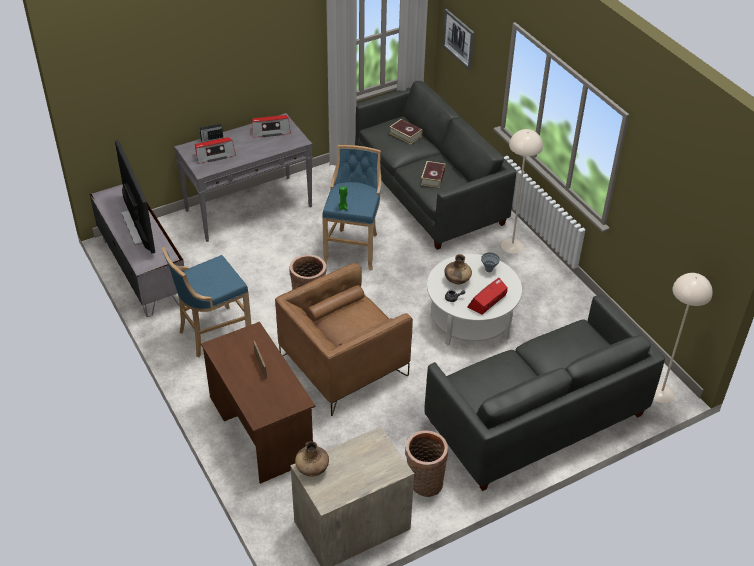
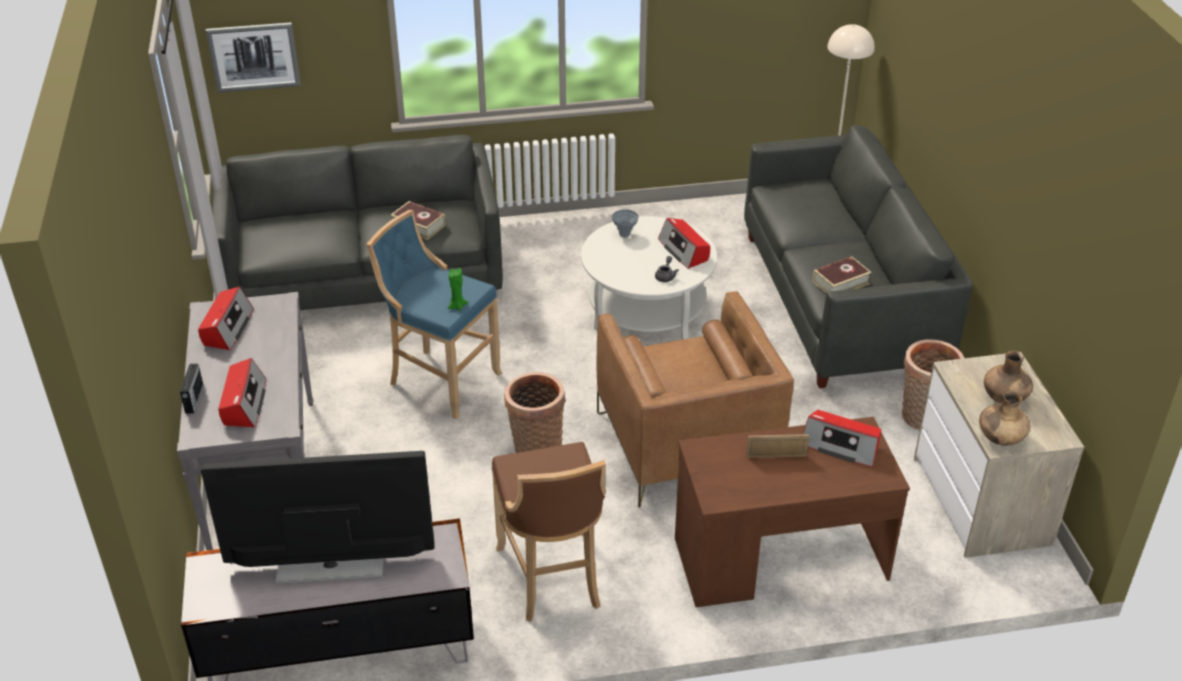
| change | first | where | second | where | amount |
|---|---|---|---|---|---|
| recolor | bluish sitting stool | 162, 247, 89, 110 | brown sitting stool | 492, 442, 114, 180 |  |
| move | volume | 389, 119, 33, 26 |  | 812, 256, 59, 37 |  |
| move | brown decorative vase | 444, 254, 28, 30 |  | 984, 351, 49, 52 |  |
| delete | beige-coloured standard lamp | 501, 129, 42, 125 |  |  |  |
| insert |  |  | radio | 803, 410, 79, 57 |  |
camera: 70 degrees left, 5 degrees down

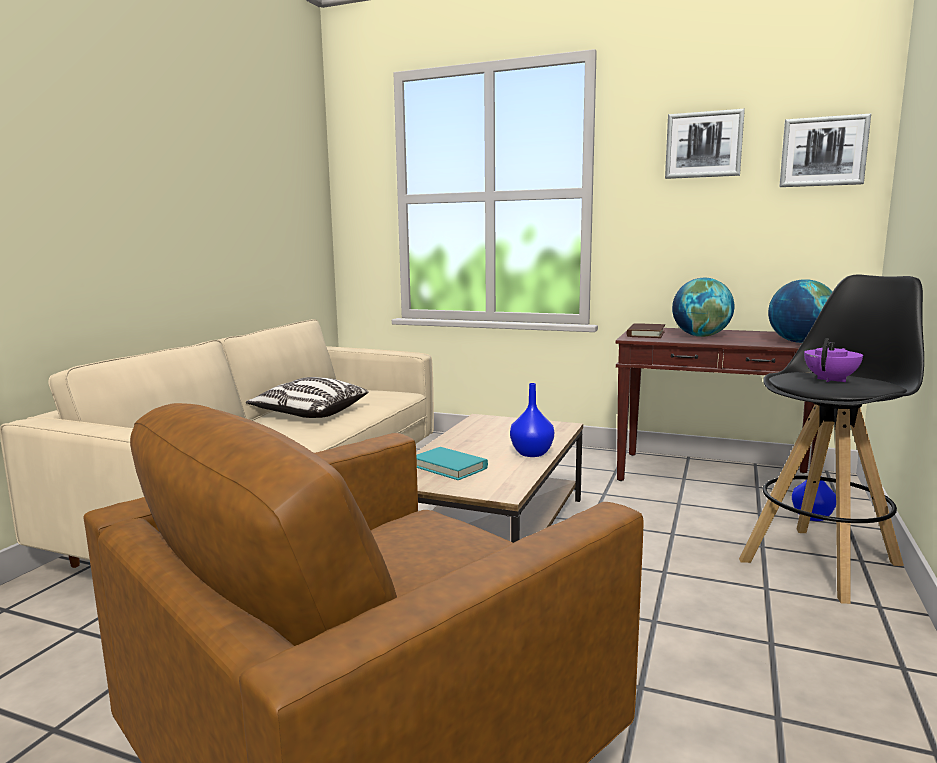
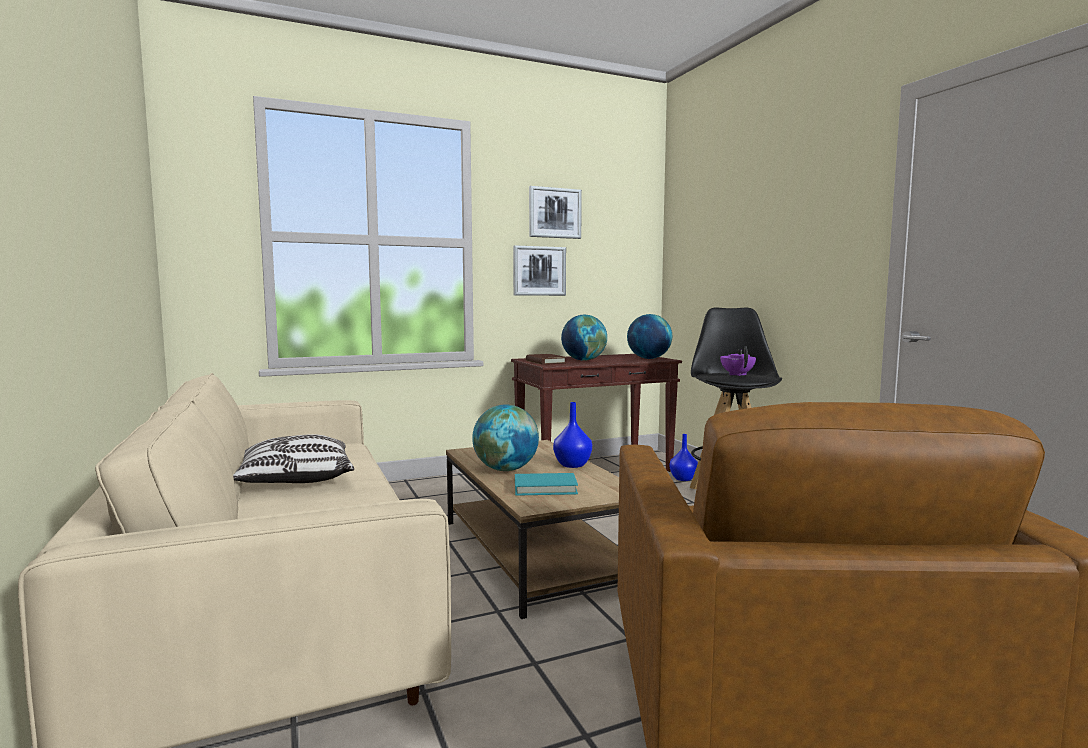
| change | first | where | second | where | amount |
|---|---|---|---|---|---|
| move | wall art | 779, 113, 92, 74 |  | 513, 245, 53, 51 |  |
| insert |  |  | world globe | 472, 404, 67, 67 |  |
camera: 45 degrees left, 5 degrees down

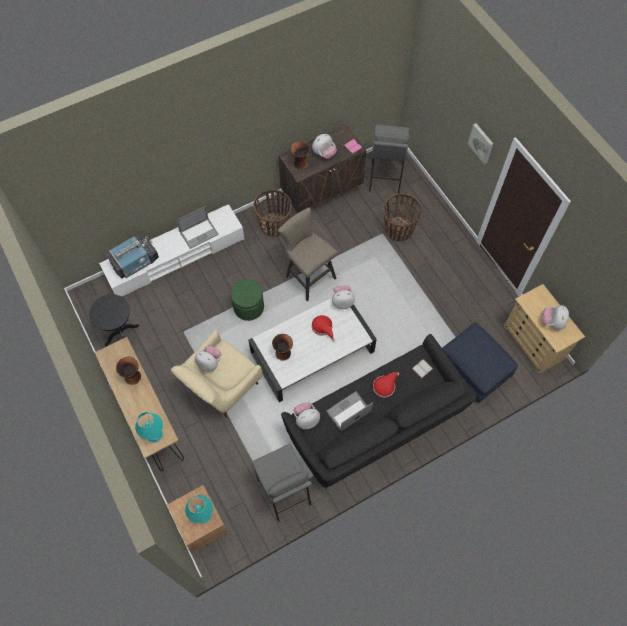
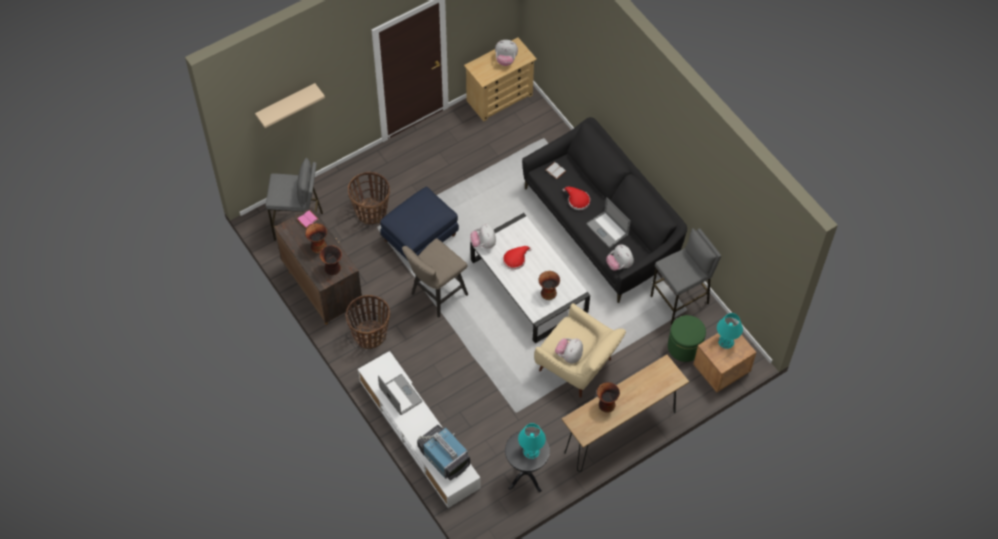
| change | first | where | second | where | amount |
|---|---|---|---|---|---|
| move | blue-green table lamp | 135, 412, 28, 31 |  | 518, 423, 28, 36 |  |
| move | green-coloured pouffe | 230, 279, 34, 42 |  | 668, 315, 38, 47 |  |
| replace | plush toy | 312, 134, 25, 25 | decorative vase | 305, 223, 22, 31 |  |
| move | bluish pouffe | 442, 323, 76, 80 |  | 380, 187, 79, 74 |  |
| delete | wall art | 468, 123, 25, 41 |  |  |  |
| insert |  |  | beige-coloured bracket shelf | 255, 83, 70, 45 |  |
camera: 95 degrees left, 5 degrees down

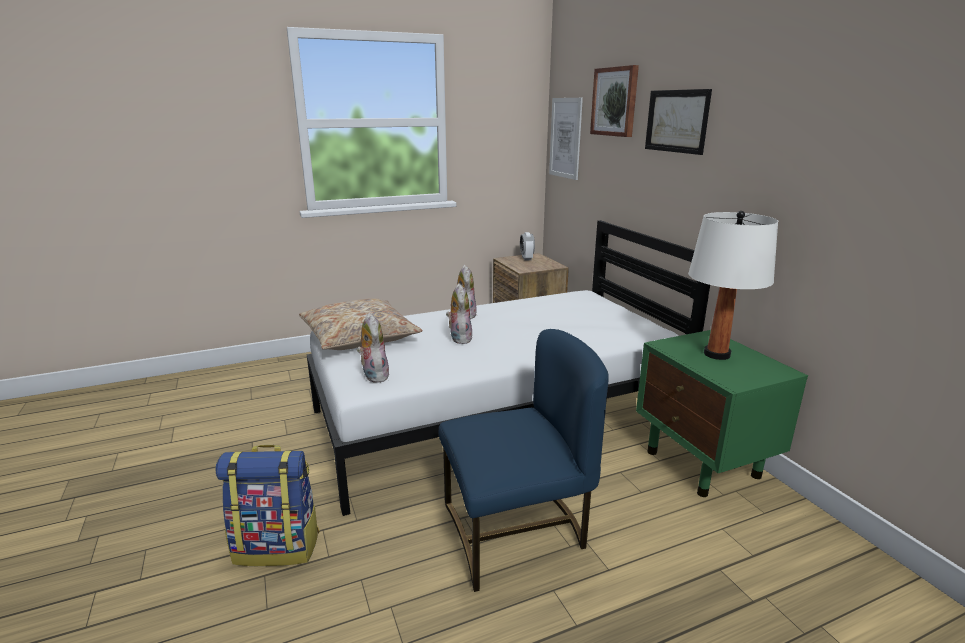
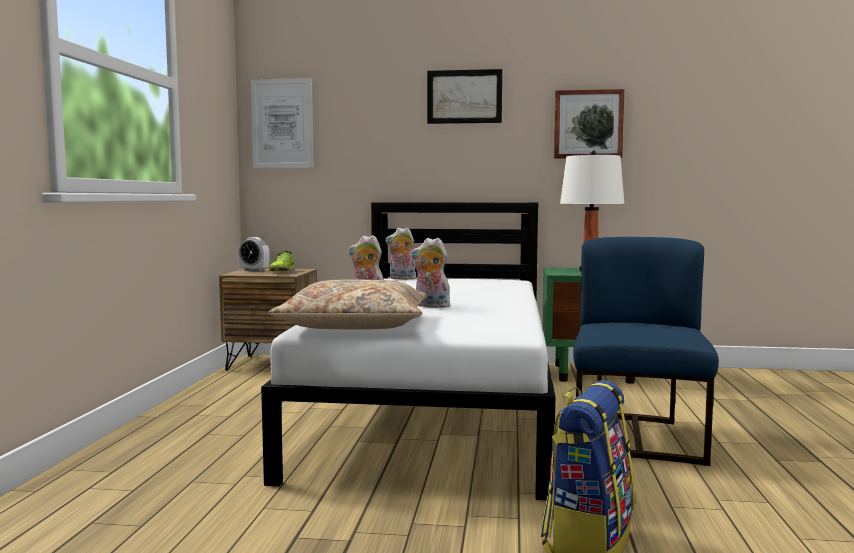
| change | first | where | second | where | amount |
|---|---|---|---|---|---|
| move | plush toy | 357, 313, 32, 69 |  | 385, 228, 31, 51 |  |
| move | wall art | 590, 65, 49, 72 |  | 554, 89, 70, 70 |  |
| insert |  |  | item of footwear | 269, 251, 26, 20 |  |
camera: 60 degrees left, 15 degrees down

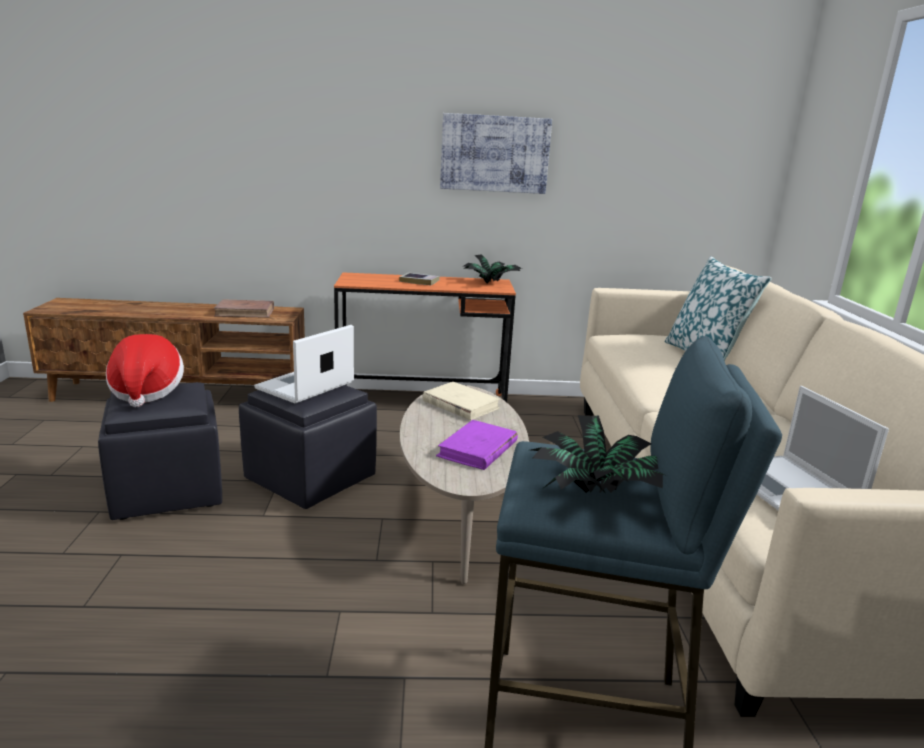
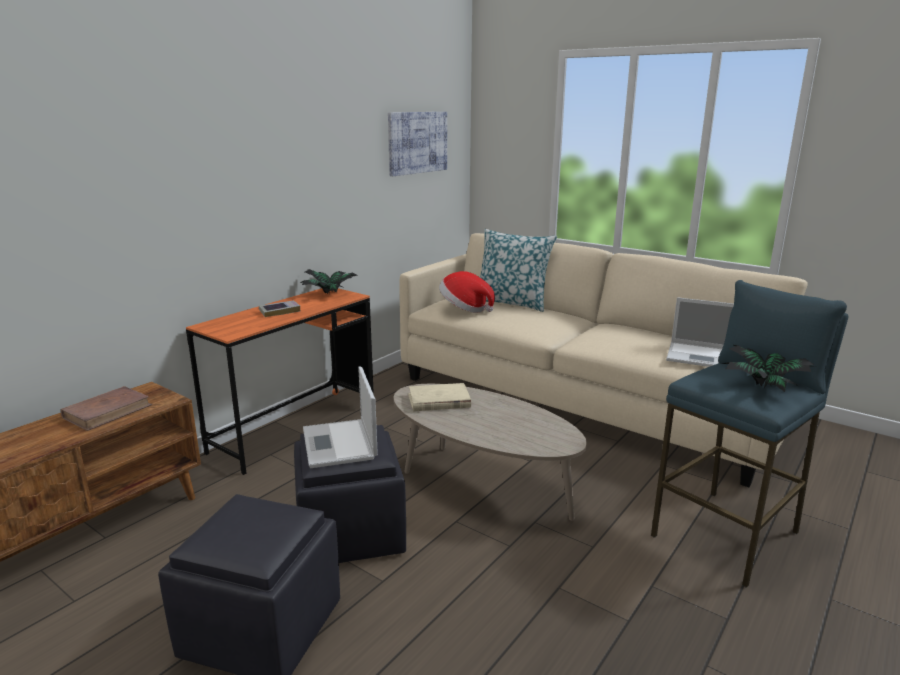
| change | first | where | second | where | amount |
|---|---|---|---|---|---|
| move | hat | 106, 334, 78, 73 |  | 439, 271, 56, 42 |  |
| delete | purplish volume | 436, 420, 82, 50 |  |  |  |
| move | wall art | 440, 113, 112, 81 |  | 388, 112, 59, 64 |  |
camera: 50 degrees left, 0 degrees up

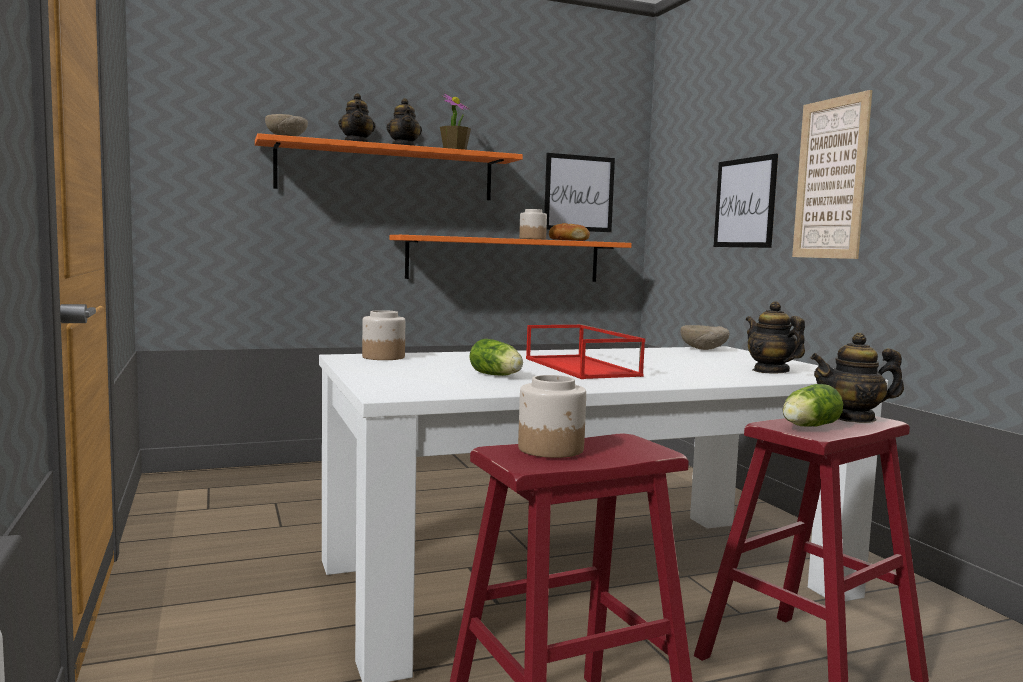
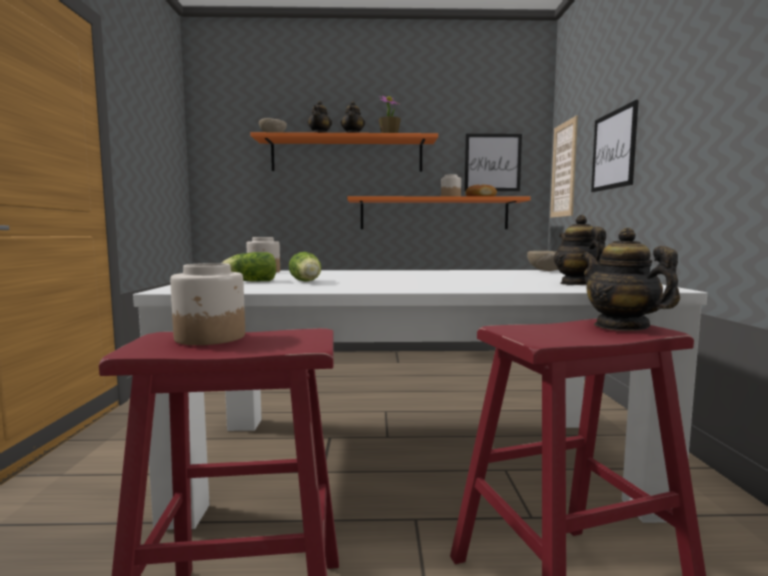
| change | first | where | second | where | amount |
|---|---|---|---|---|---|
| delete | red tray | 526, 325, 119, 54 |  |  |  |
| move | lettuce | 783, 384, 60, 43 |  | 222, 252, 54, 29 |  |
| move | wall art | 792, 90, 80, 169 |  | 550, 116, 28, 102 |  |
| rotate | teapot | 811, 333, 93, 90 |  | 581, 228, 99, 103 | 45 degrees clockwise |
camera: 20 degrees right, 0 degrees up

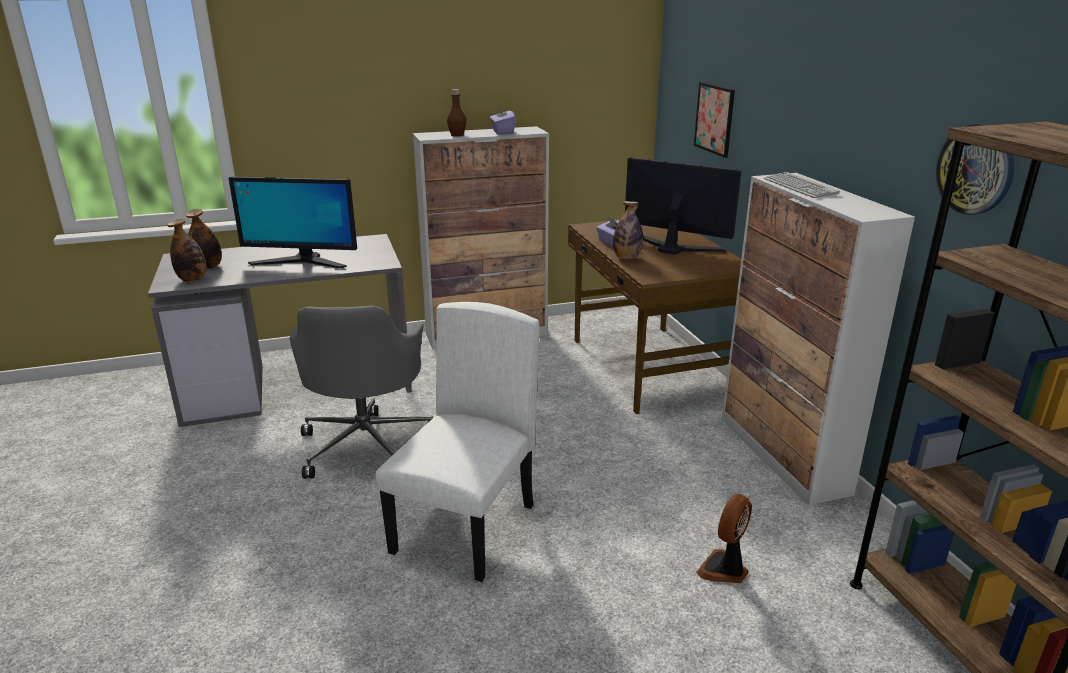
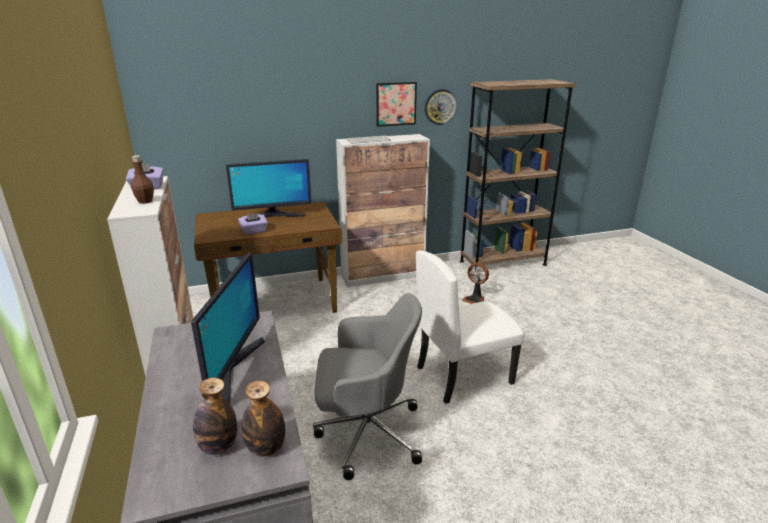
| change | first | where | second | where | amount |
|---|---|---|---|---|---|
| rotate | white upright chair | 375, 302, 164, 280 |  | 416, 250, 108, 154 | 45 degrees counterclockwise |
| delete | drink bottle | 613, 201, 30, 58 |  |  |  |
| rotate | computer screen | 625, 158, 116, 96 |  | 226, 159, 86, 59 | 135 degrees counterclockwise |
| move | wall art | 694, 82, 41, 76 |  | 376, 82, 41, 45 |  |
camera: 90 degrees left, 0 degrees up

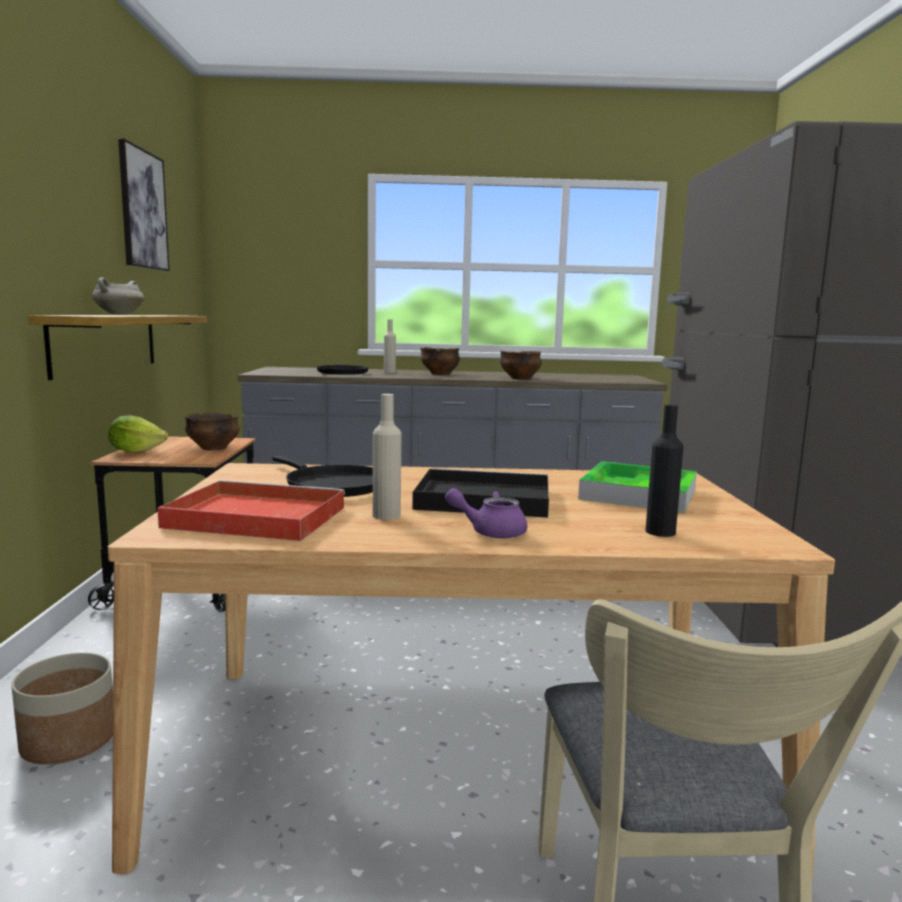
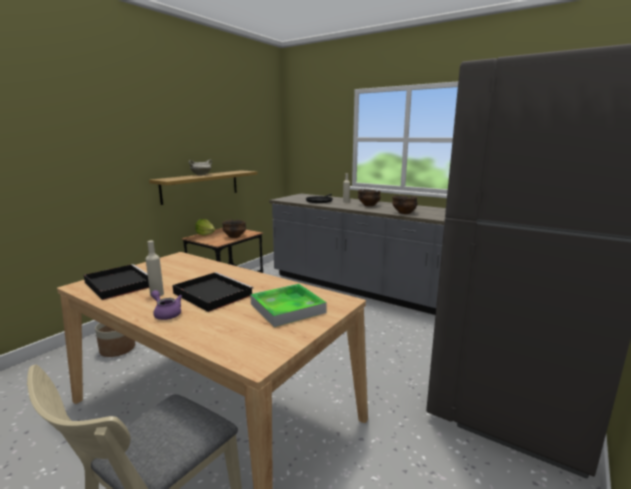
| change | first | where | second | where | amount |
|---|---|---|---|---|---|
| delete | wall art | 118, 138, 51, 133 |  |  |  |
| recolor | red tray | 157, 480, 188, 61 | black tray | 84, 264, 65, 36 |  |
| delete | black skillet | 272, 456, 101, 41 |  |  |  |
| delete | black drink bottle | 645, 404, 39, 133 |  |  |  |
camera: 35 degrees right, 5 degrees up

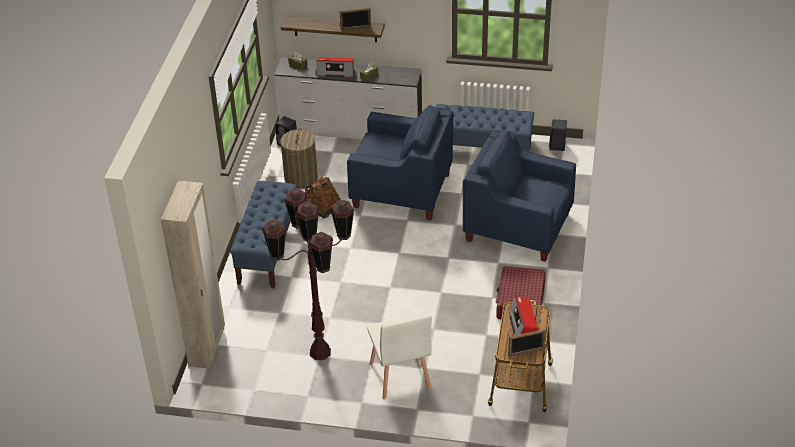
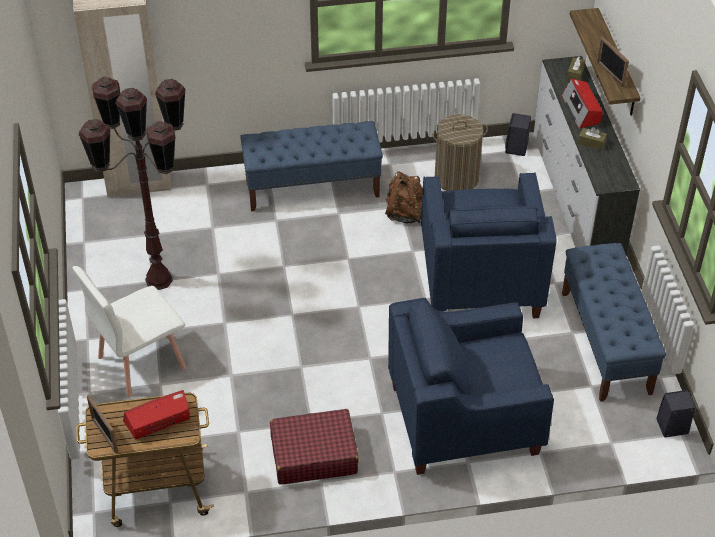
| change | first | where | second | where | amount |
|---|---|---|---|---|---|
| rotate | bluish easy chair | 463, 130, 113, 132 |  | 388, 298, 166, 177 | 105 degrees counterclockwise |
camera: 70 degrees right, 5 degrees up

